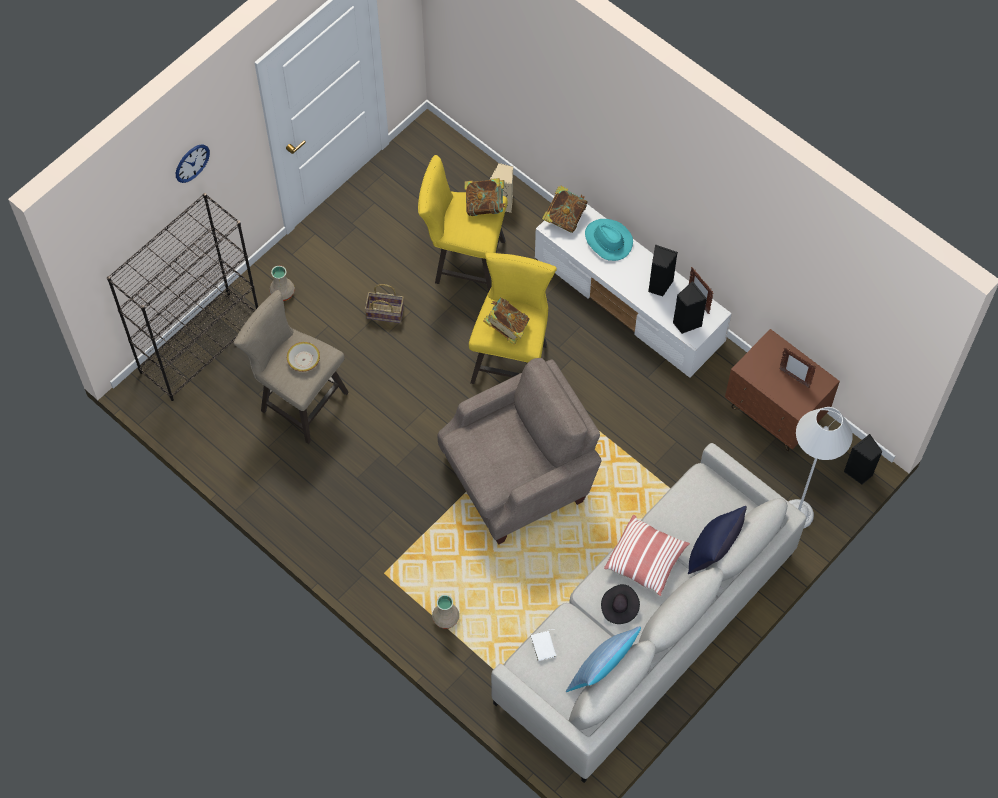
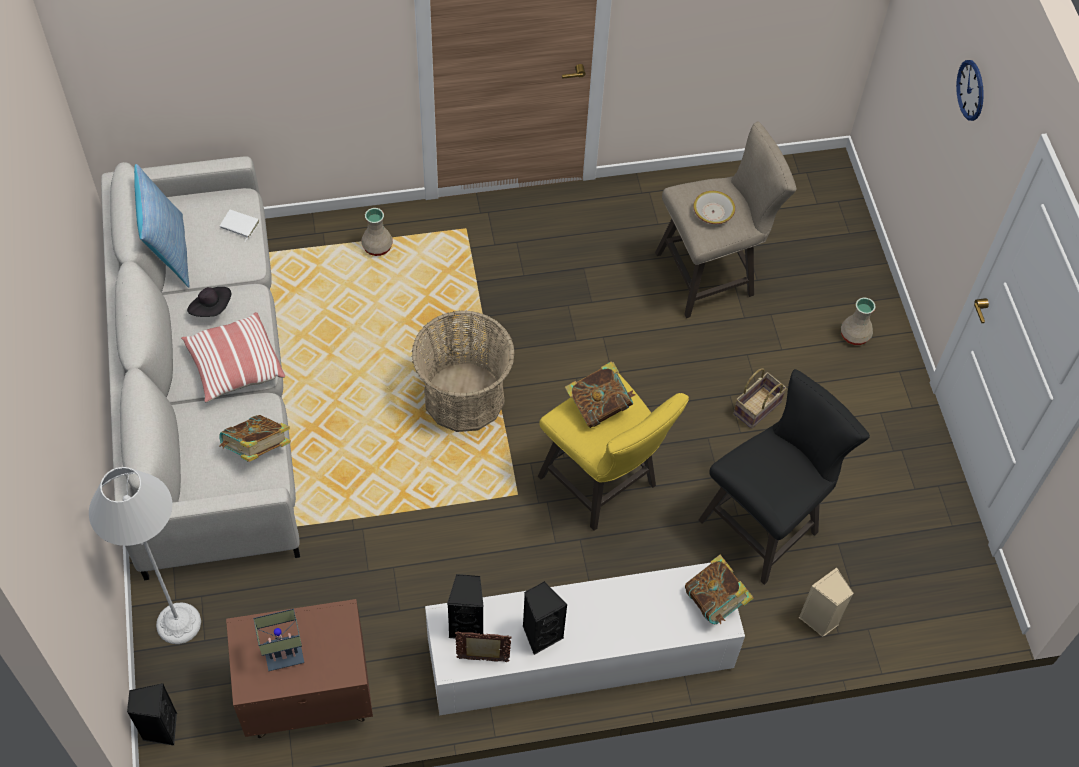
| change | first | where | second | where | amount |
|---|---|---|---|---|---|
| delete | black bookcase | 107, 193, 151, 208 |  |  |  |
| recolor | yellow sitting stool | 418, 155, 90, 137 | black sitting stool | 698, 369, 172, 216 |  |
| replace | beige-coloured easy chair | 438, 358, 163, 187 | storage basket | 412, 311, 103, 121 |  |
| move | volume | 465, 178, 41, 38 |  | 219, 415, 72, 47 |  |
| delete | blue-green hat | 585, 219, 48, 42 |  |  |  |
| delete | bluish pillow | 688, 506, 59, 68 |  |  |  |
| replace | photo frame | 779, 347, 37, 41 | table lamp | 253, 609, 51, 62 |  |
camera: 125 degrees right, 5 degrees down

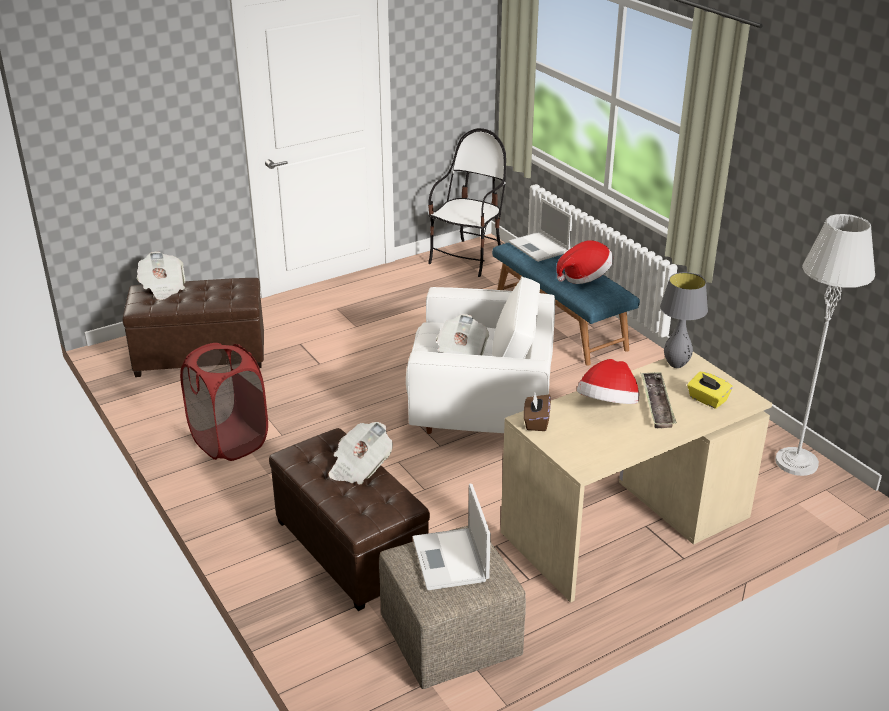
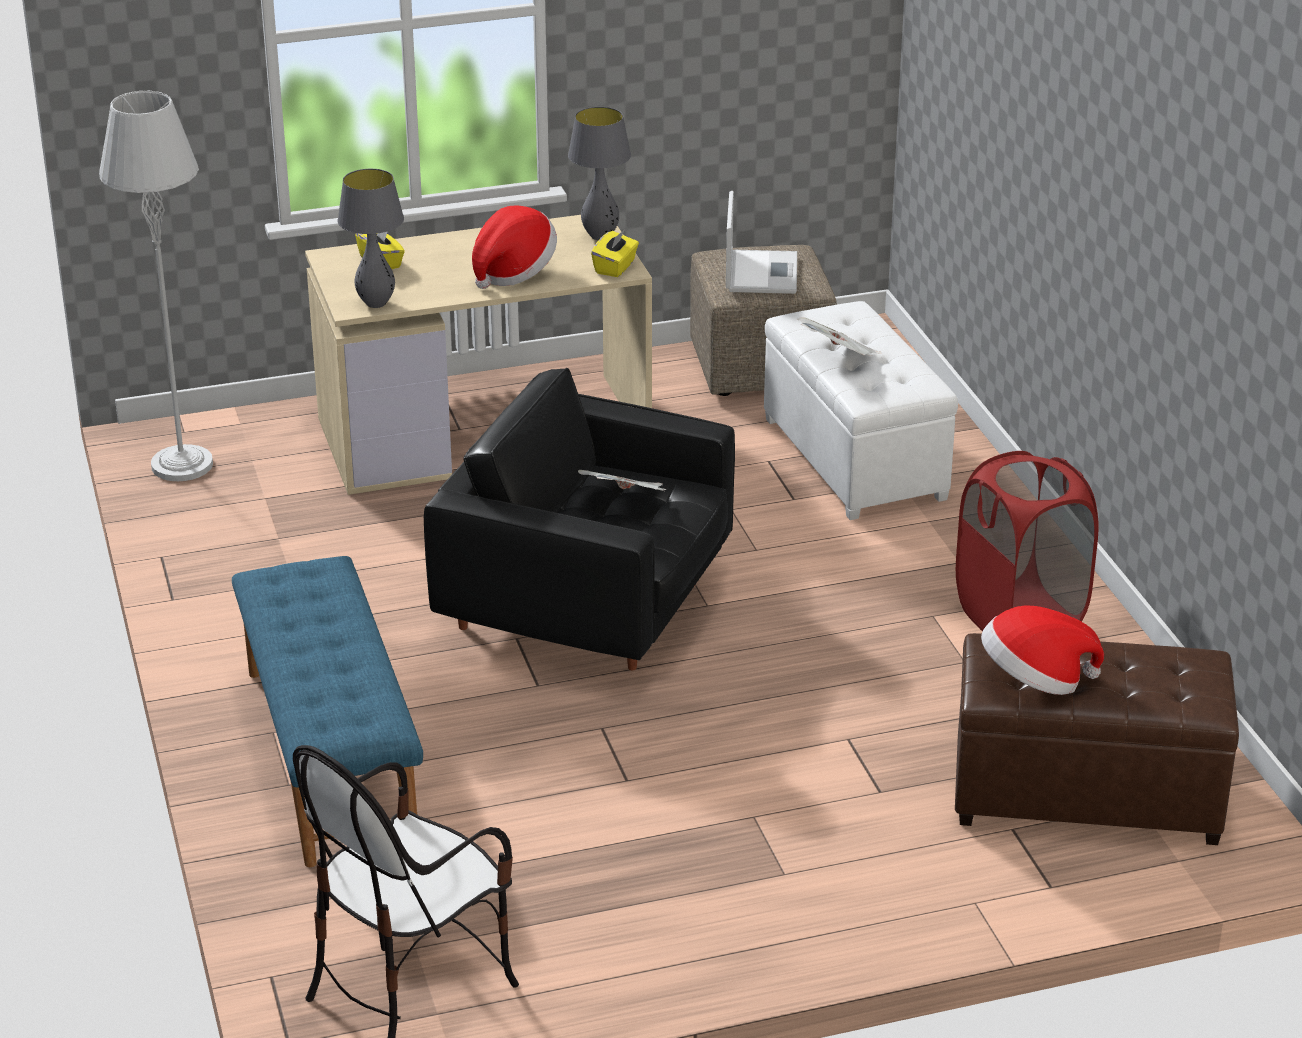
| change | first | where | second | where | amount |
|---|---|---|---|---|---|
| delete | newspaper | 137, 251, 48, 49 |  |  |  |
| recolor | brown pouffe | 269, 428, 161, 183 | white pouffe | 764, 301, 194, 219 |  |
| recolor | white easy chair | 406, 276, 149, 158 | black easy chair | 424, 368, 311, 302 |  |
| delete | laptop | 509, 198, 64, 64 |  |  |  |
| recolor | brown box of tissues | 524, 393, 27, 38 | yellow box of tissues | 591, 229, 48, 48 |  |
| move | hat | 556, 240, 57, 44 |  | 981, 605, 123, 90 |  |
| delete | tray | 640, 372, 37, 56 |  |  |  |
| insert |  |  | greyish table lamp | 568, 107, 63, 133 |  |
camera: 165 degrees left, 0 degrees up

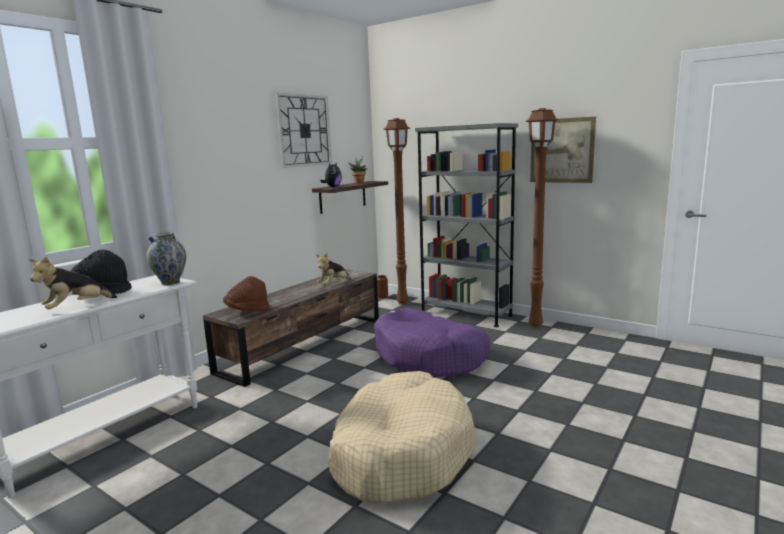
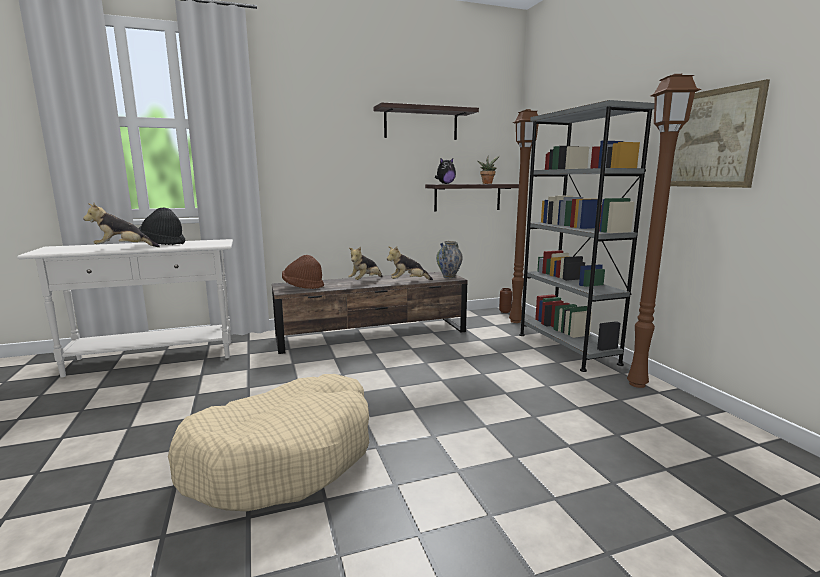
| change | first | where | second | where | amount |
|---|---|---|---|---|---|
| move | decorative vase | 146, 232, 40, 53 |  | 436, 241, 26, 37 |  |
| replace | hanging clock | 275, 93, 57, 75 | bracket shelf | 373, 102, 106, 38 |  |
| delete | purplish dog bed | 374, 308, 116, 69 |  |  |  |
| insert |  |  | plush toy | 348, 247, 34, 33 |  |
camera: 35 degrees right, 0 degrees up

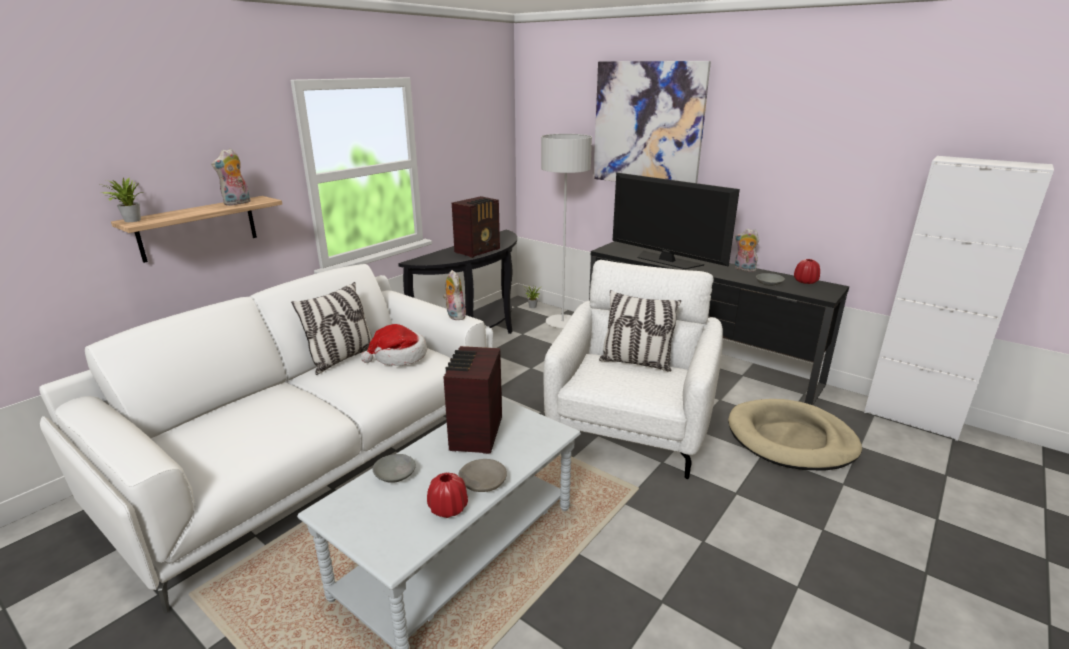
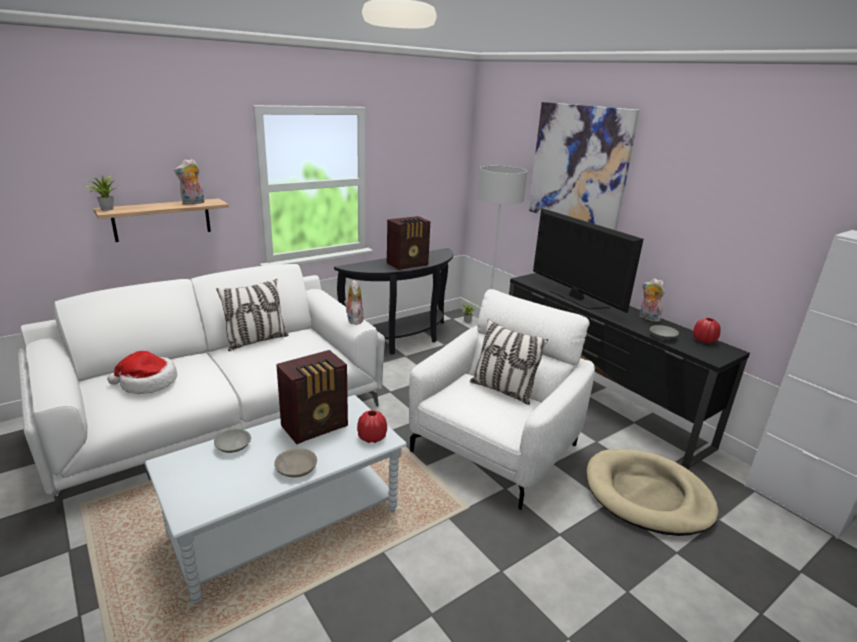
| change | first | where | second | where | amount |
|---|---|---|---|---|---|
| move | hat | 361, 324, 66, 42 |  | 107, 351, 70, 43 |  |
| move | red decorative vase | 427, 473, 41, 45 |  | 357, 410, 30, 33 |  |
| rotate | radio | 444, 346, 58, 108 |  | 276, 350, 72, 94 | 150 degrees counterclockwise |
camera: 15 degrees right, 0 degrees up

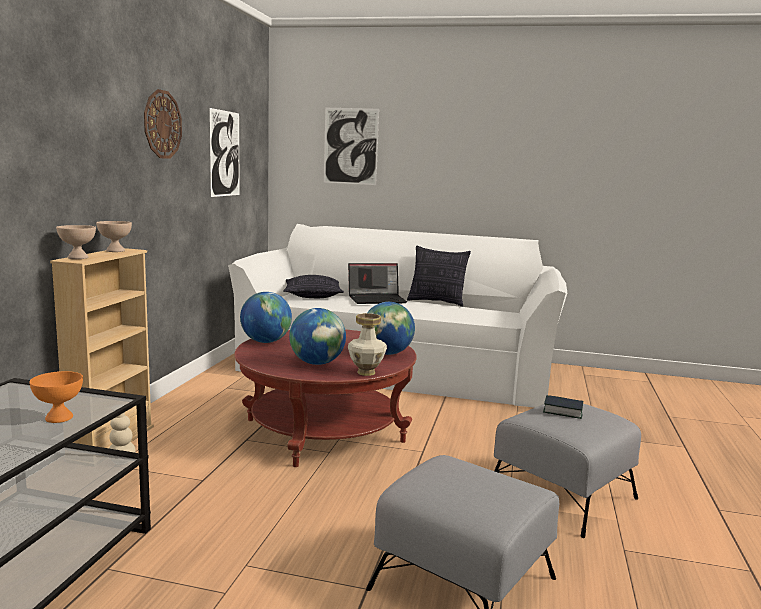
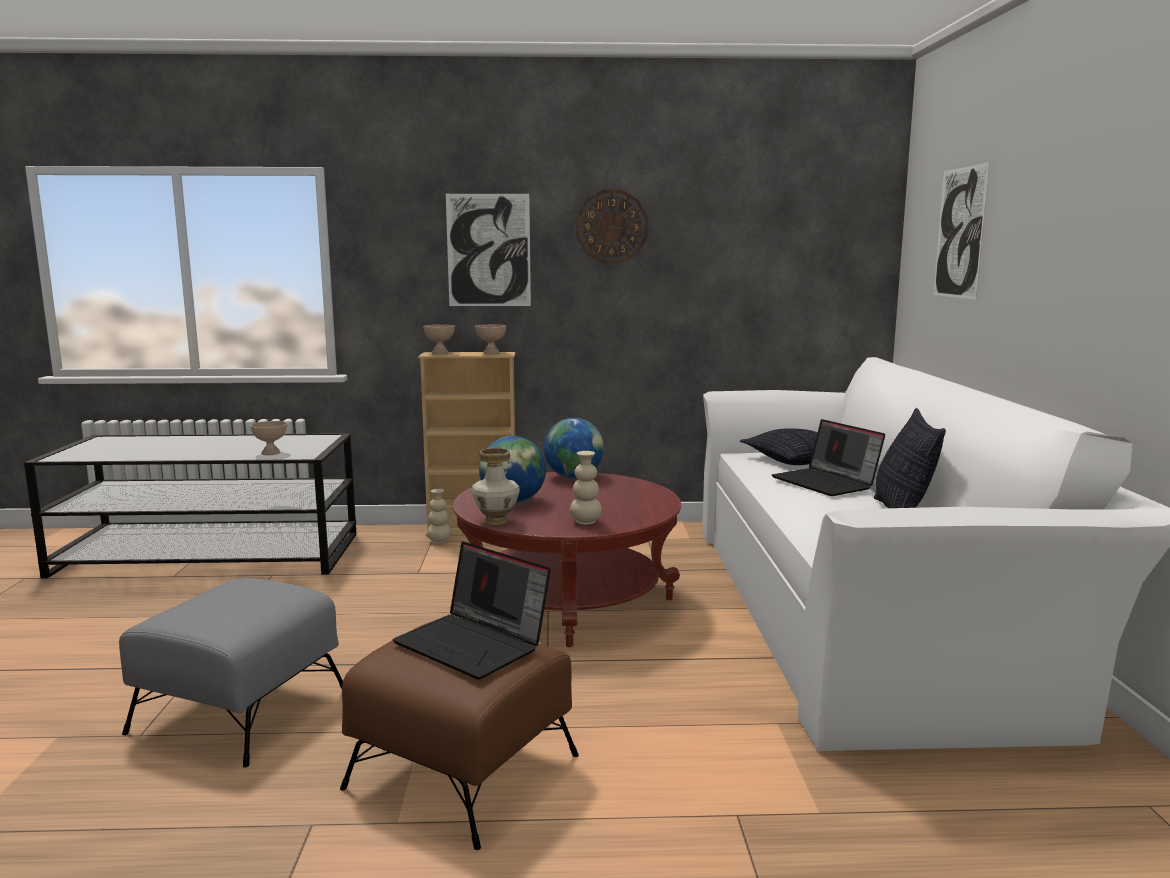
| change | first | where | second | where | amount |
|---|---|---|---|---|---|
| recolor | orange-coloured serving bowl | 29, 371, 54, 52 | beige-coloured serving bowl | 250, 421, 37, 34 |  |
| move | wall art | 209, 108, 31, 89 |  | 446, 194, 85, 112 |  |
| replace | world globe | 367, 302, 48, 53 | beige-coloured decorative vase | 570, 451, 32, 74 |  |
| recolor | greyish pouffe | 494, 404, 147, 134 | brown pouffe | 340, 621, 239, 229 |  |
| replace | volume | 543, 395, 40, 24 | laptop | 393, 542, 158, 137 |  |
camera: 75 degrees right, 0 degrees up

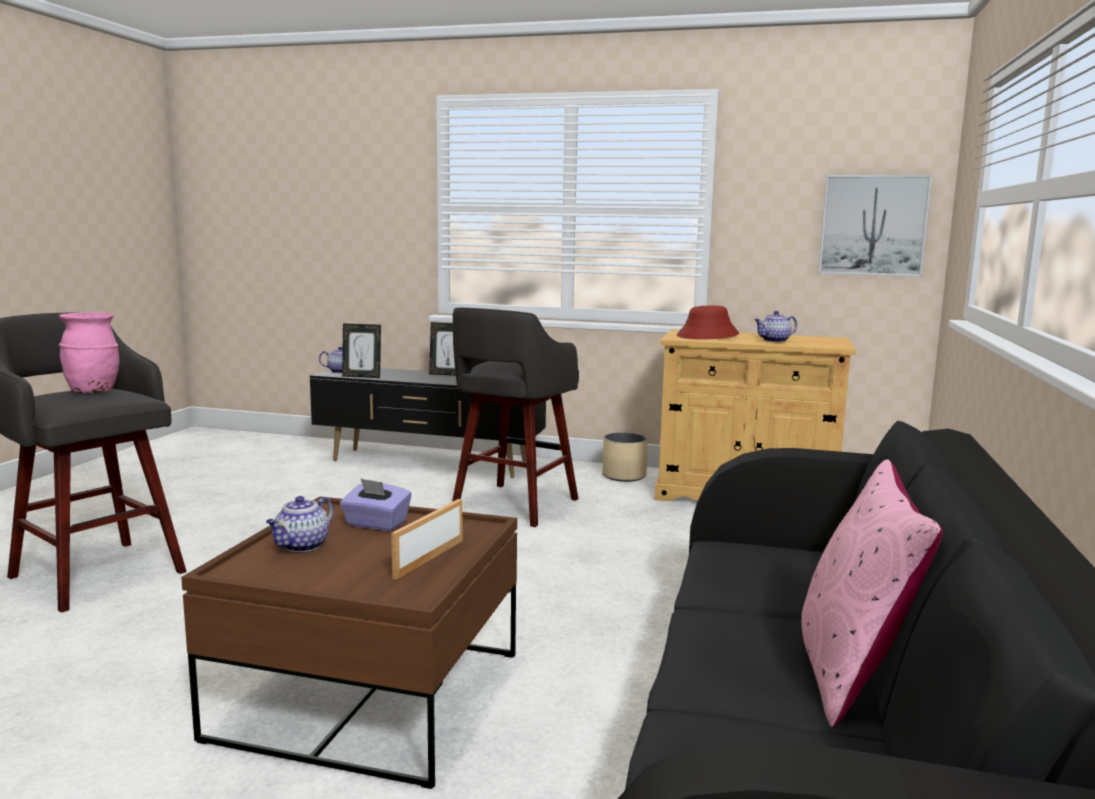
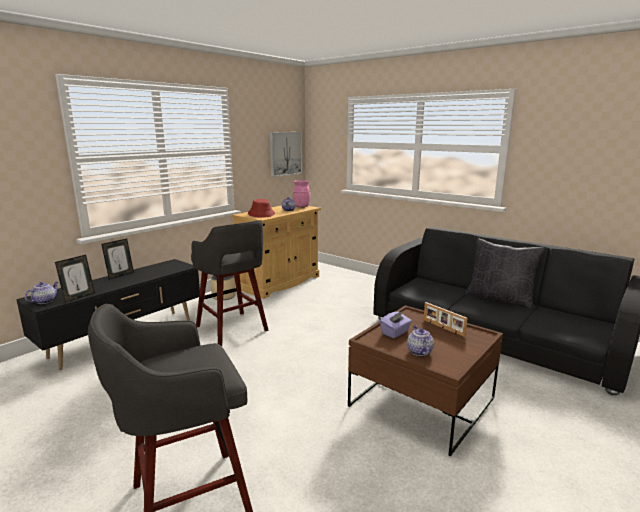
| change | first | where | second | where | amount |
|---|---|---|---|---|---|
| move | pinkish decorative vase | 59, 312, 60, 82 |  | 293, 180, 17, 28 |  |
| rotate | teapot | 266, 496, 68, 56 |  | 407, 326, 27, 30 | 150 degrees counterclockwise |
| recolor | pinkish pillow | 801, 459, 142, 269 | black pillow | 465, 238, 80, 72 |  |
camera: 65 degrees left, 5 degrees up

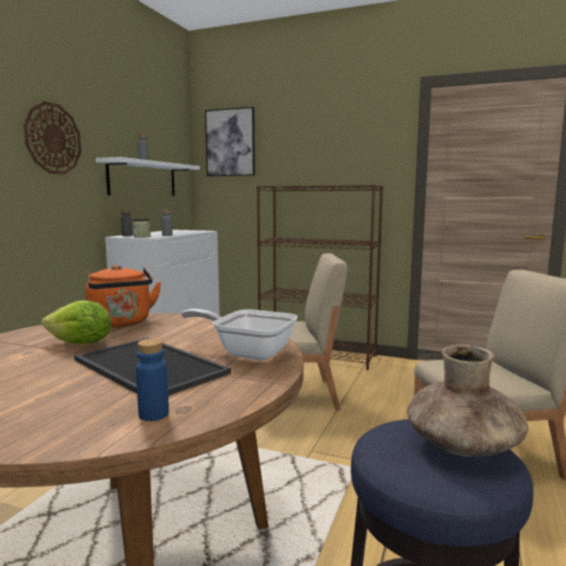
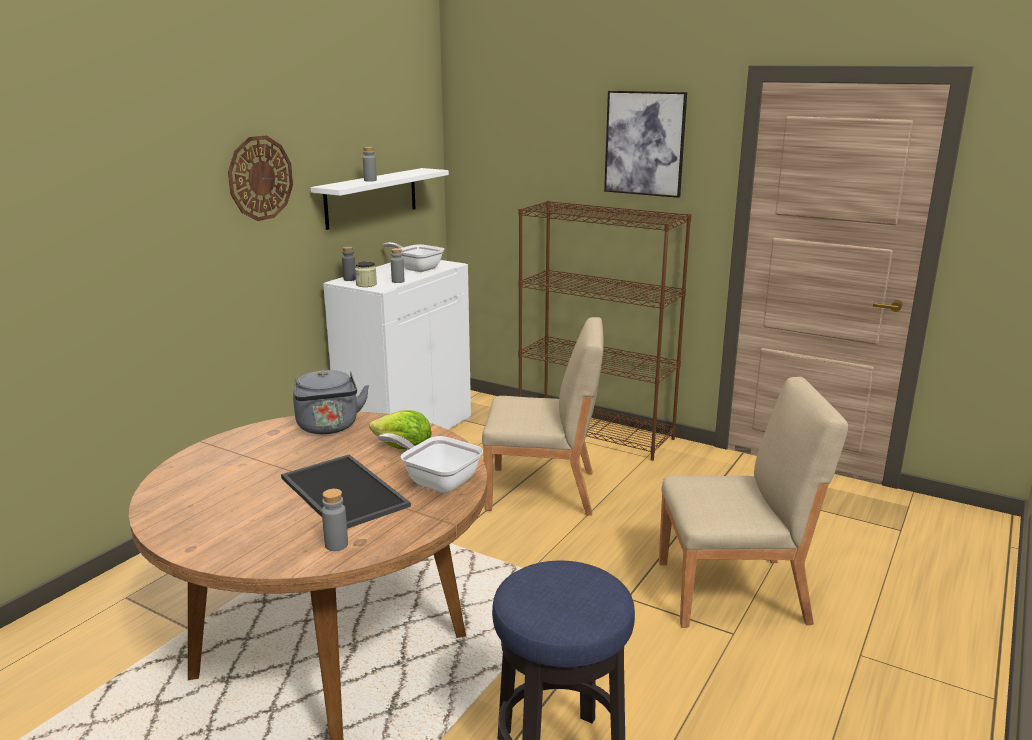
| change | first | where | second | where | amount |
|---|---|---|---|---|---|
| move | lettuce | 42, 300, 70, 44 |  | 369, 410, 63, 40 |  |
| recolor | orange-coloured water kettle | 85, 265, 76, 63 | greyish water kettle | 293, 370, 76, 64 |  |
| recolor | bluish drink bottle | 136, 339, 33, 82 | greyish drink bottle | 322, 489, 26, 62 |  |
| move | wall art | 205, 107, 50, 69 |  | 604, 91, 83, 107 |  |
| delete | brown decorative vase | 407, 344, 121, 112 |  |  |  |
| insert |  |  | skillet | 383, 242, 61, 30 |  |
camera: 10 degrees right, 10 degrees up

